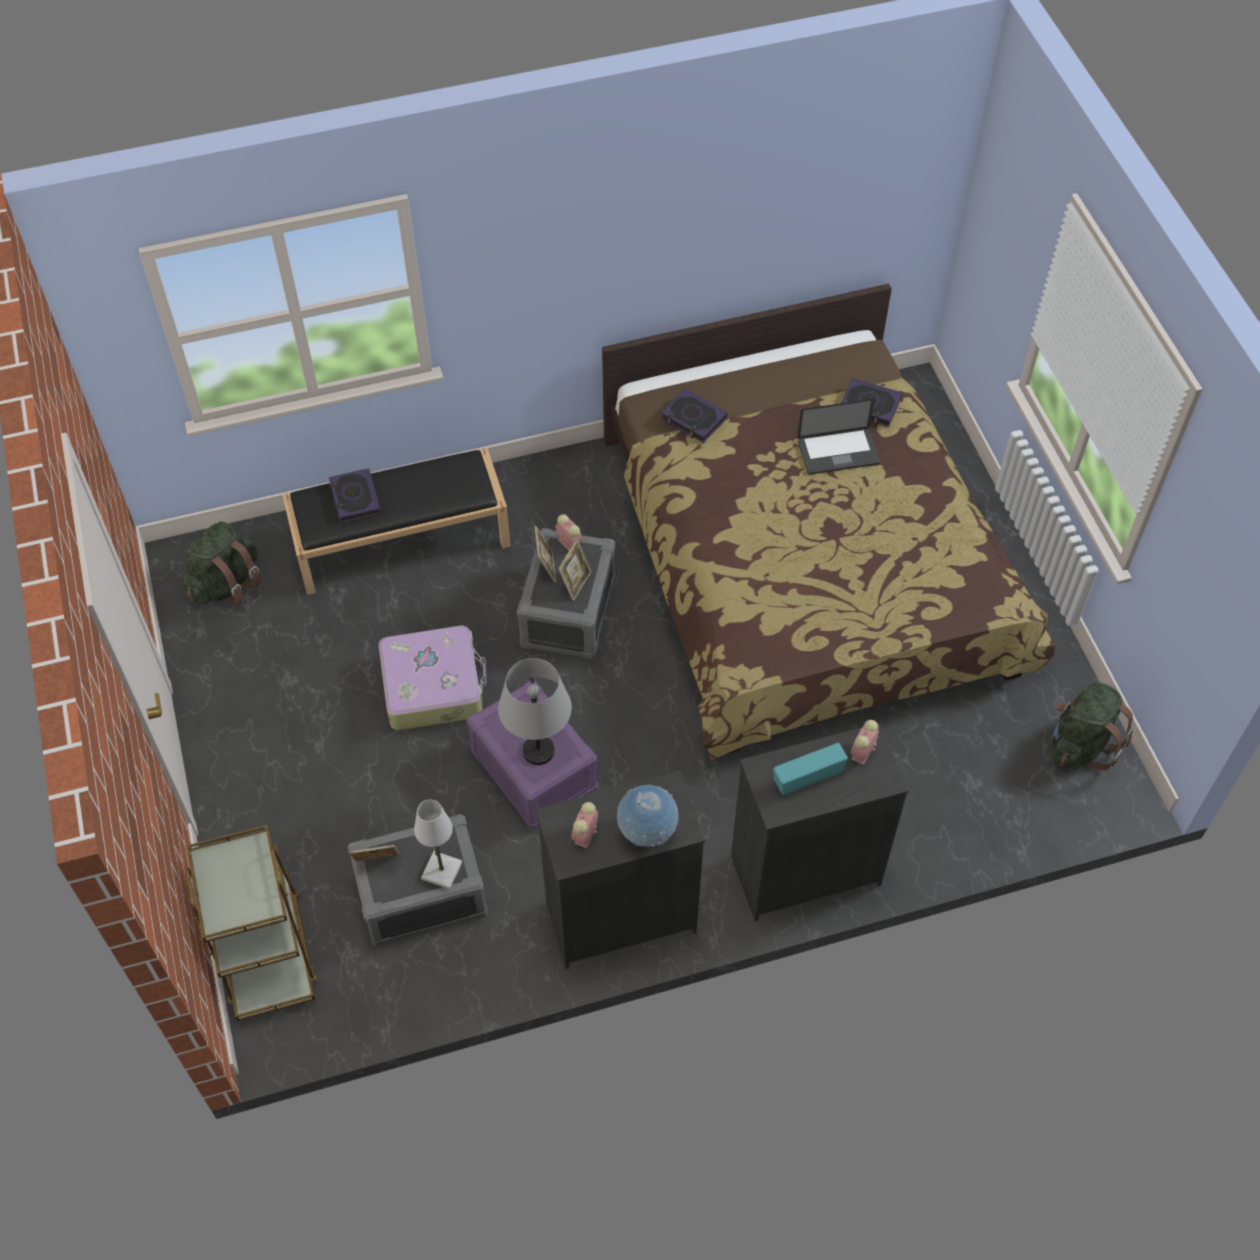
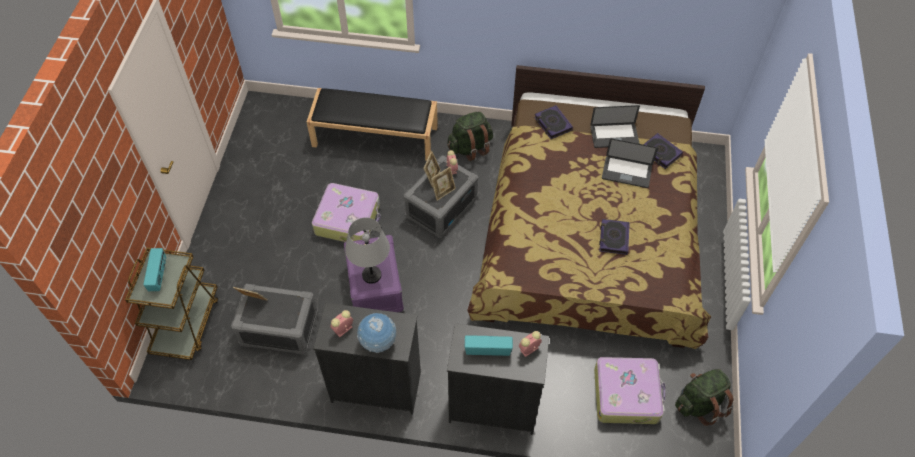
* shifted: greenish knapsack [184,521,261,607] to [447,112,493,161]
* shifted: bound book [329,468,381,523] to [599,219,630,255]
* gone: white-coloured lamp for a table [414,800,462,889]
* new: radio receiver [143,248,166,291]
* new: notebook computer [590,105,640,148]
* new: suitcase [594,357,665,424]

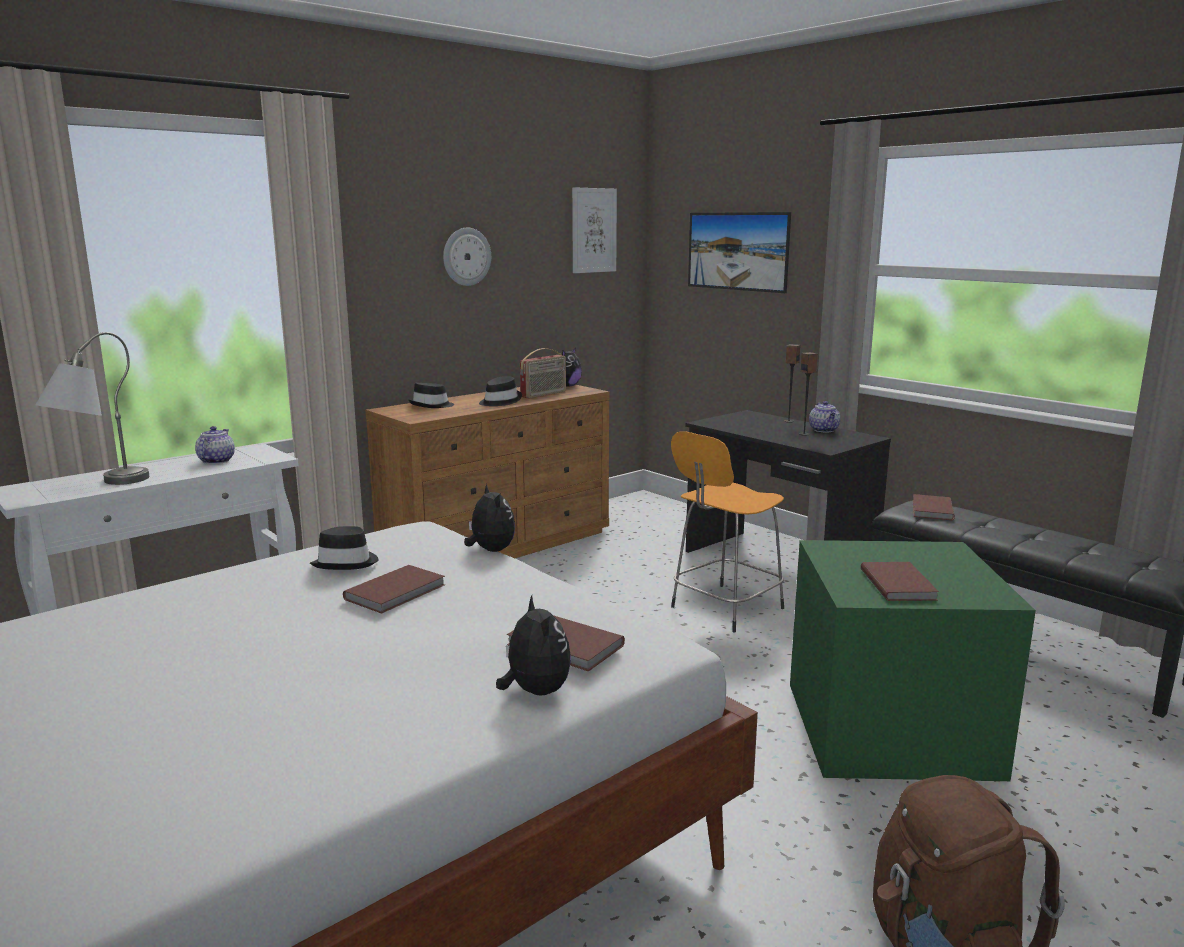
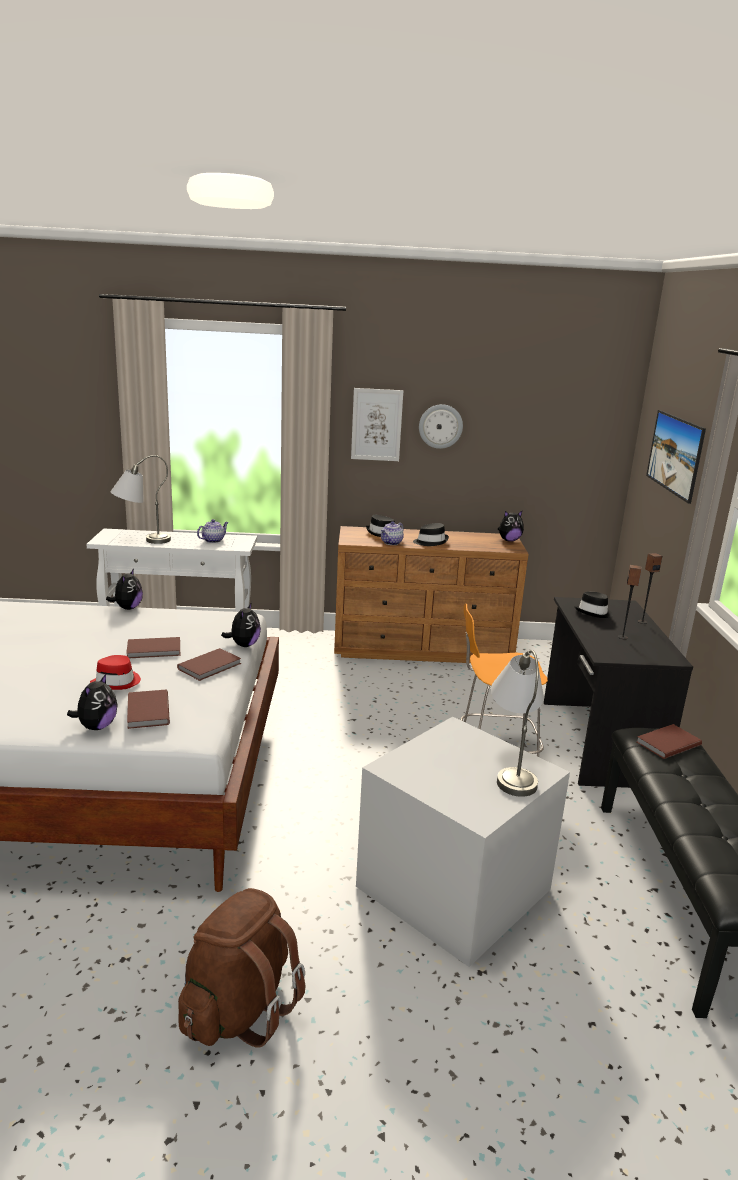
* shifted: black-coloured hat [310,526,379,570] to [575,592,613,618]
* gone: radio receiver [520,348,566,398]
* shifted: wall art [572,187,617,273] to [351,388,403,461]
* repainted: greenish storage bin [790,540,1036,781] to gray storage bin [356,717,570,967]
* shifted: pot for tea [809,401,841,433] to [381,521,404,545]
* shifted: brown bound book [861,562,939,601] to [177,648,241,681]
* new: reddish hat [90,655,141,690]
* new: plush toy [106,568,143,610]
* new: gray lamp for a table [491,650,544,797]

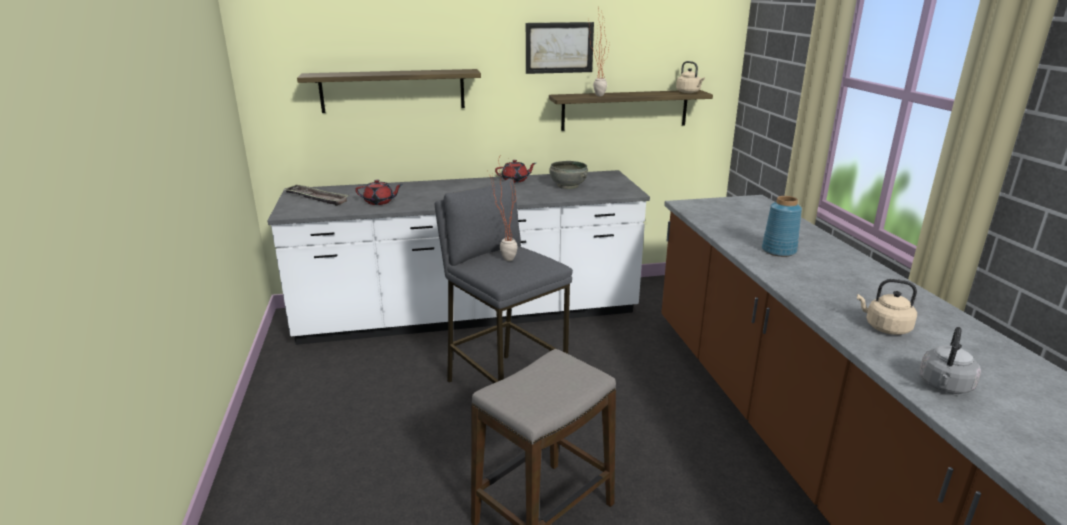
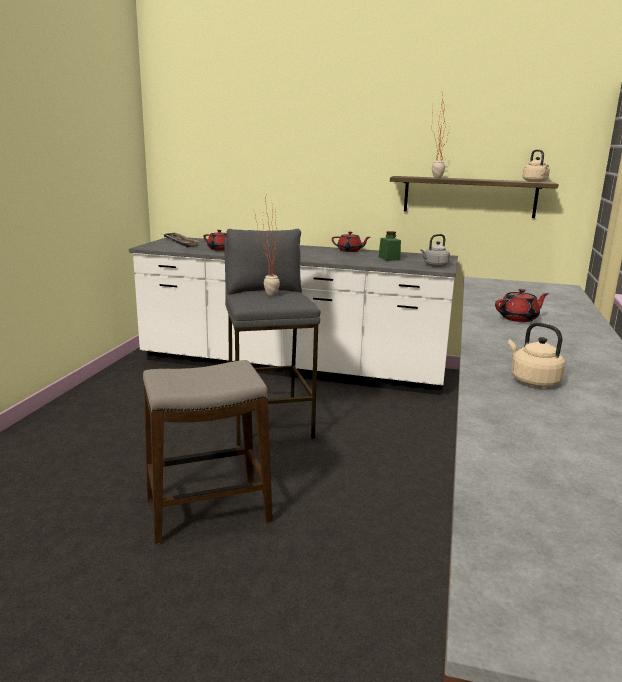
* gone: bracket shelf [297,69,481,113]
* gone: wall art [526,22,594,74]
* swapped: gray serving bowl [549,161,588,189] to greenish jar [379,231,401,261]
* swapped: blue-coloured decorative vase [762,196,802,257] to reddish pot for tea [495,289,548,322]
* shifted: gray tea kettle [919,327,981,394] to [420,234,450,267]

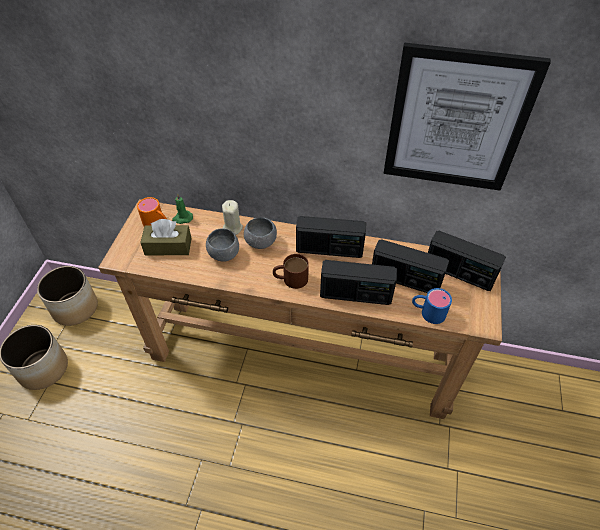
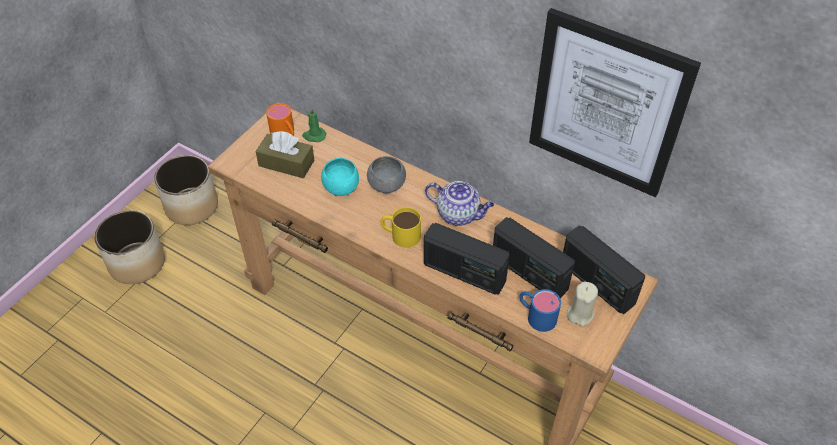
* repainted: gray serving bowl [206,228,239,262] to turquoise serving bowl [321,158,359,196]
* shifted: beige candle [222,200,243,235] to [567,281,598,326]
* repainted: brown tea mug [273,254,309,289] to yellow tea mug [380,207,421,248]
* swapped: radio receiver [296,216,366,258] to pot for tea [425,181,494,226]

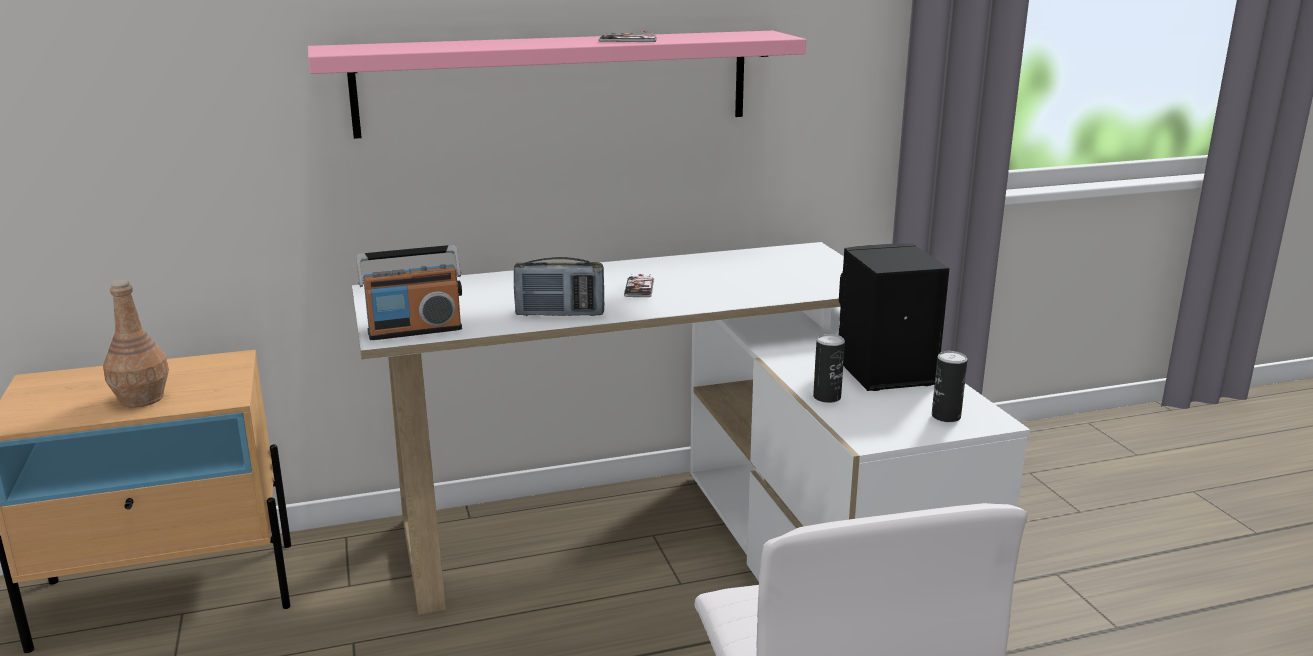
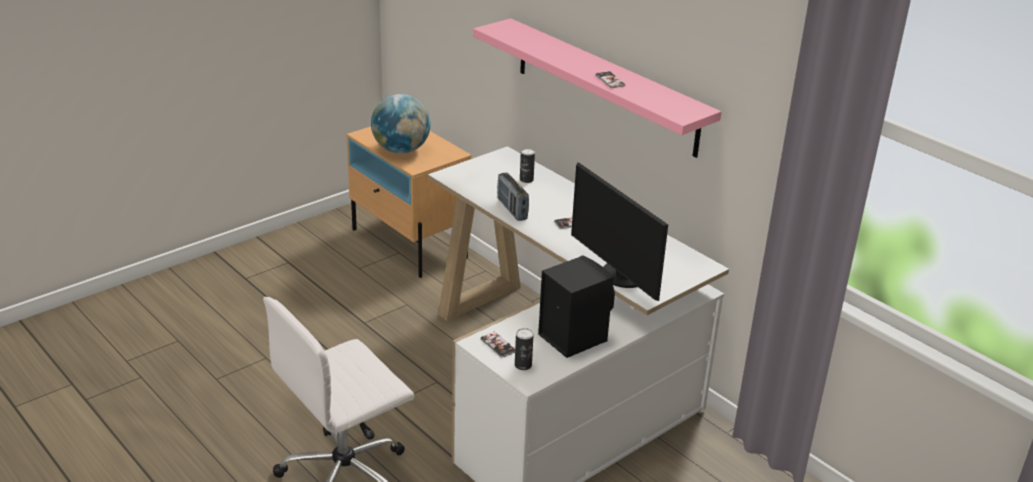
* swapped: brown bottle [103,280,169,407] to world globe [371,94,431,154]
* gone: radio receiver [356,245,462,340]
* shifted: sealed can [813,334,845,403] to [520,148,535,183]
* new: phone [480,331,515,358]
* new: monitor [571,162,668,301]

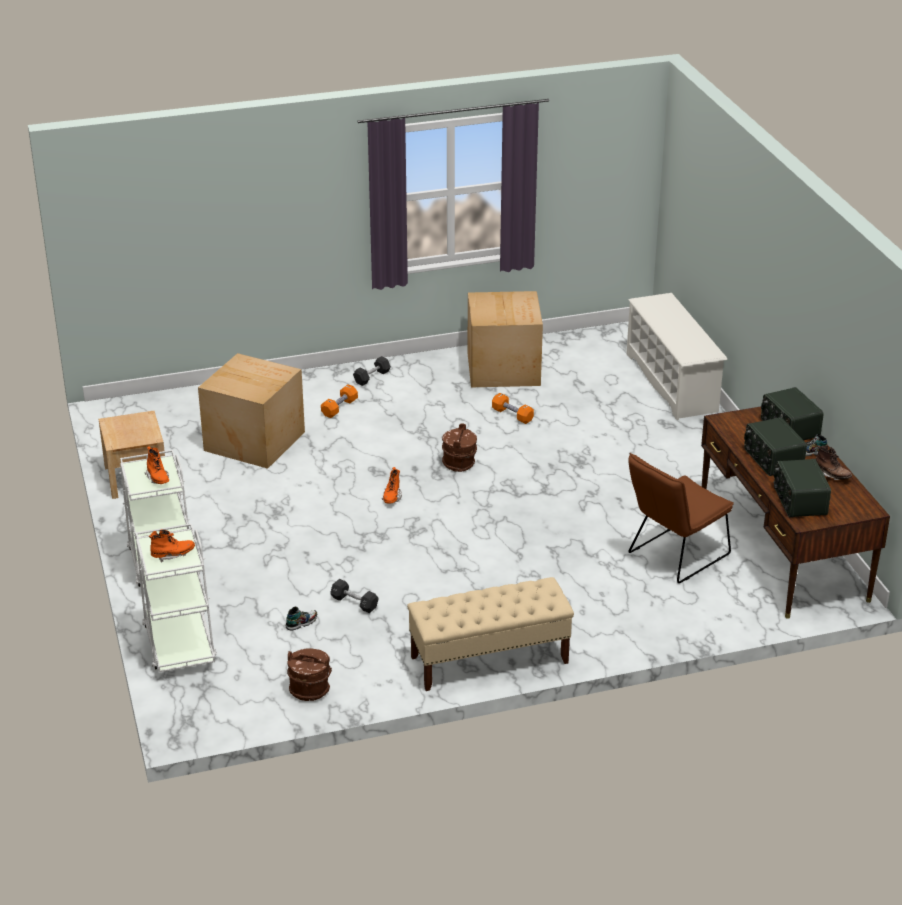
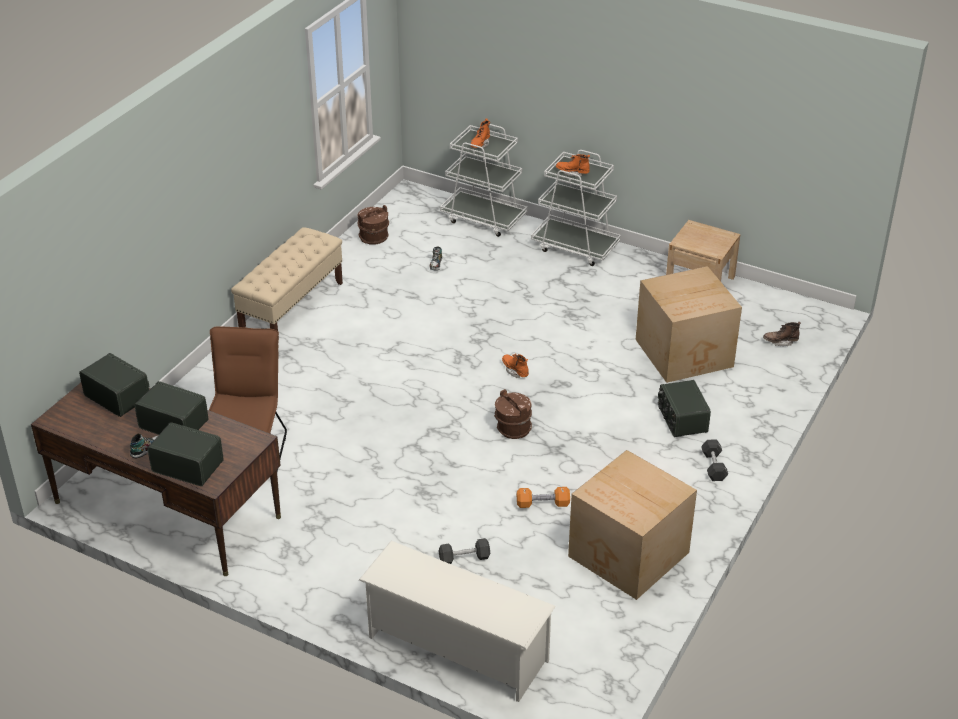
* swapped: orangey hand weight [321,384,358,418] to radio receiver [658,380,711,437]
* shifted: black-coloured hand weight [330,579,378,613] to [439,538,490,564]
* shifted: brown high-top boot [816,445,852,480] to [763,322,801,346]

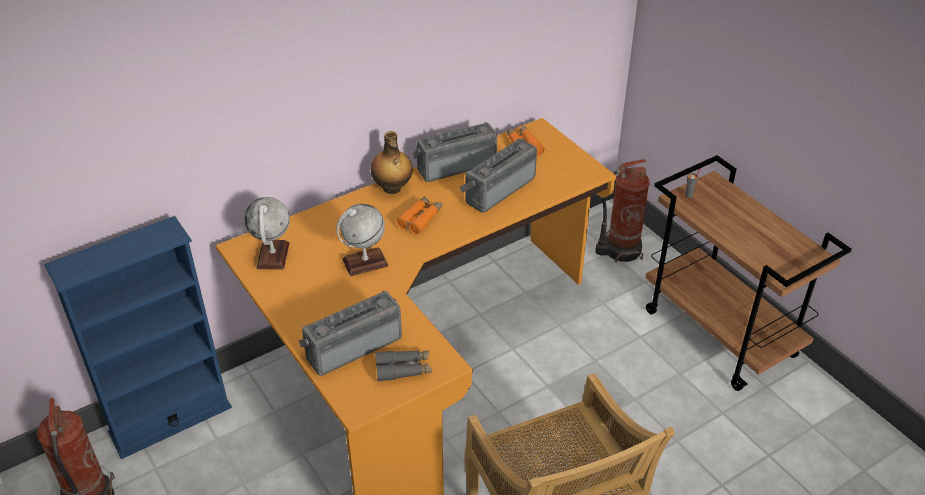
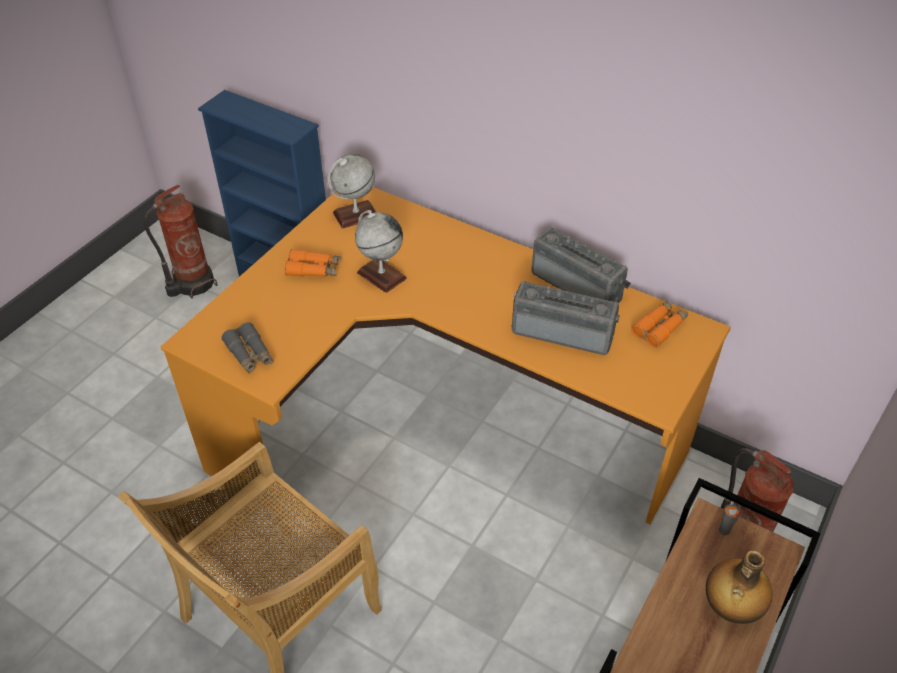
* gone: radio receiver [299,291,402,376]
* shifted: bottle [371,131,413,194] to [706,550,772,624]
* shifted: orangey field glasses [396,196,442,235] to [285,249,341,277]

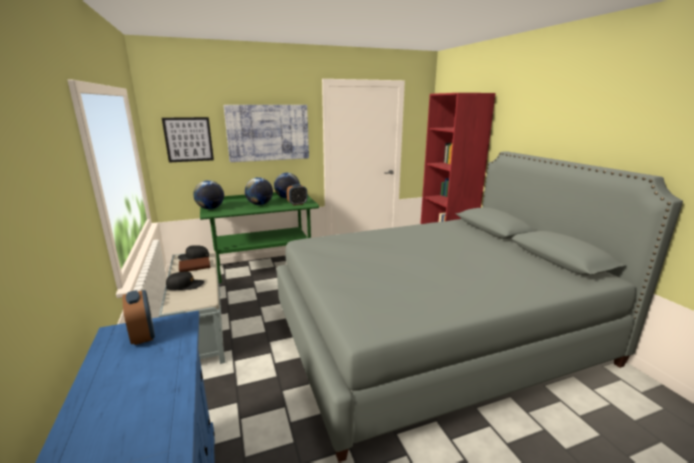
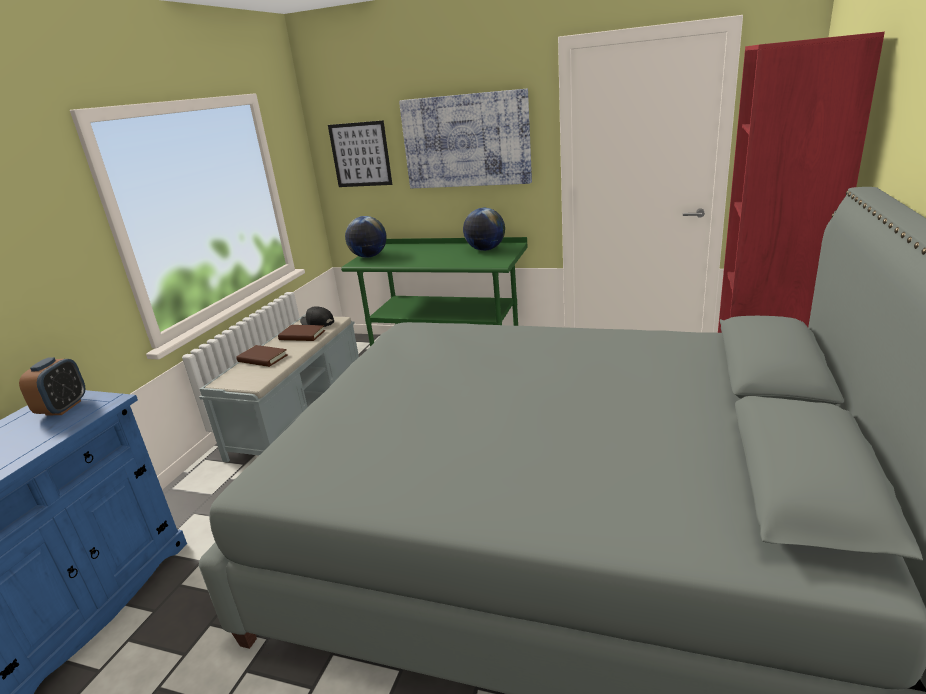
* swapped: black-coloured baseball cap [166,271,204,290] to brown bound book [237,345,288,367]
* gone: world globe [245,177,273,205]
* gone: alarm clock [287,184,308,205]

